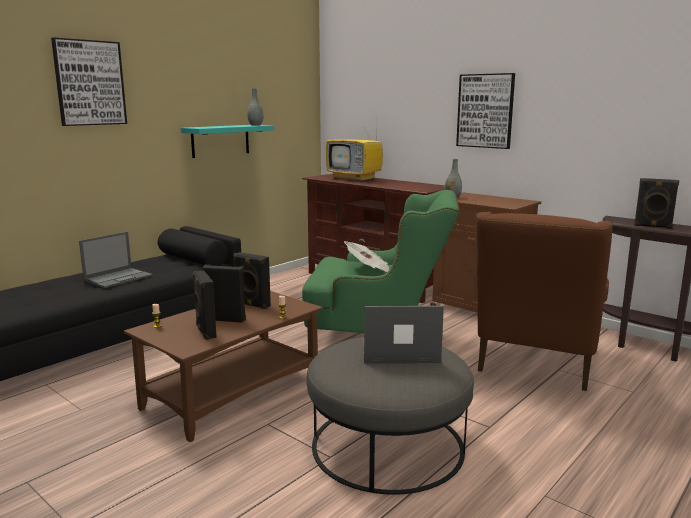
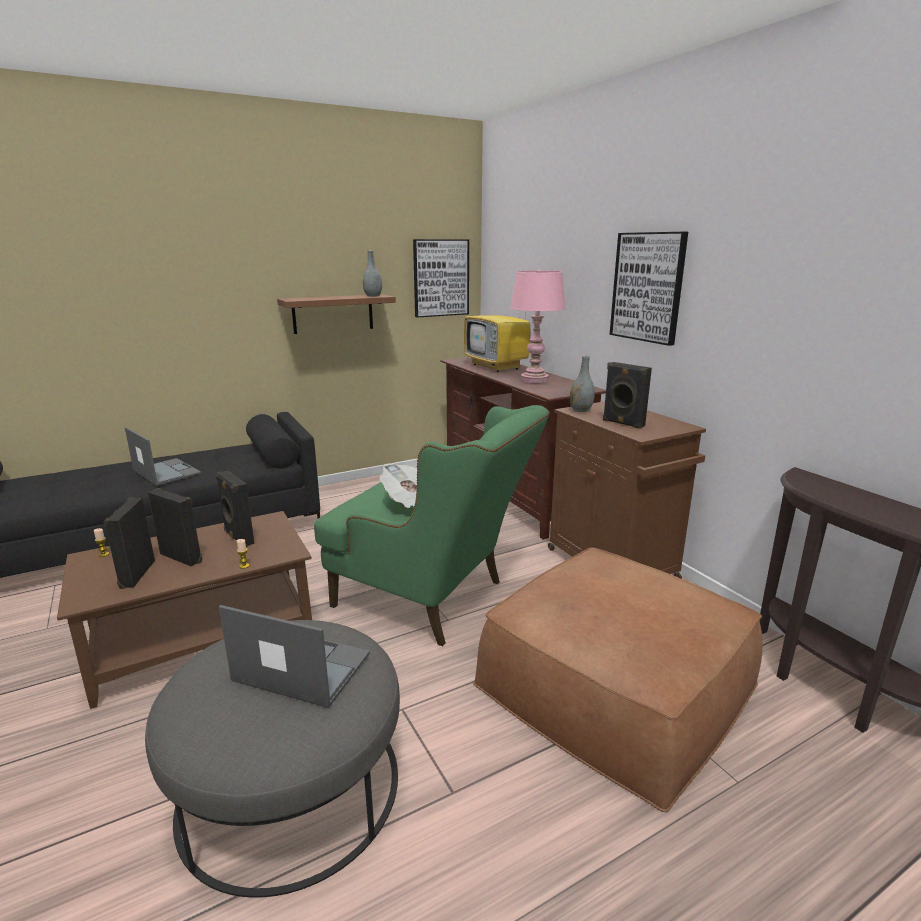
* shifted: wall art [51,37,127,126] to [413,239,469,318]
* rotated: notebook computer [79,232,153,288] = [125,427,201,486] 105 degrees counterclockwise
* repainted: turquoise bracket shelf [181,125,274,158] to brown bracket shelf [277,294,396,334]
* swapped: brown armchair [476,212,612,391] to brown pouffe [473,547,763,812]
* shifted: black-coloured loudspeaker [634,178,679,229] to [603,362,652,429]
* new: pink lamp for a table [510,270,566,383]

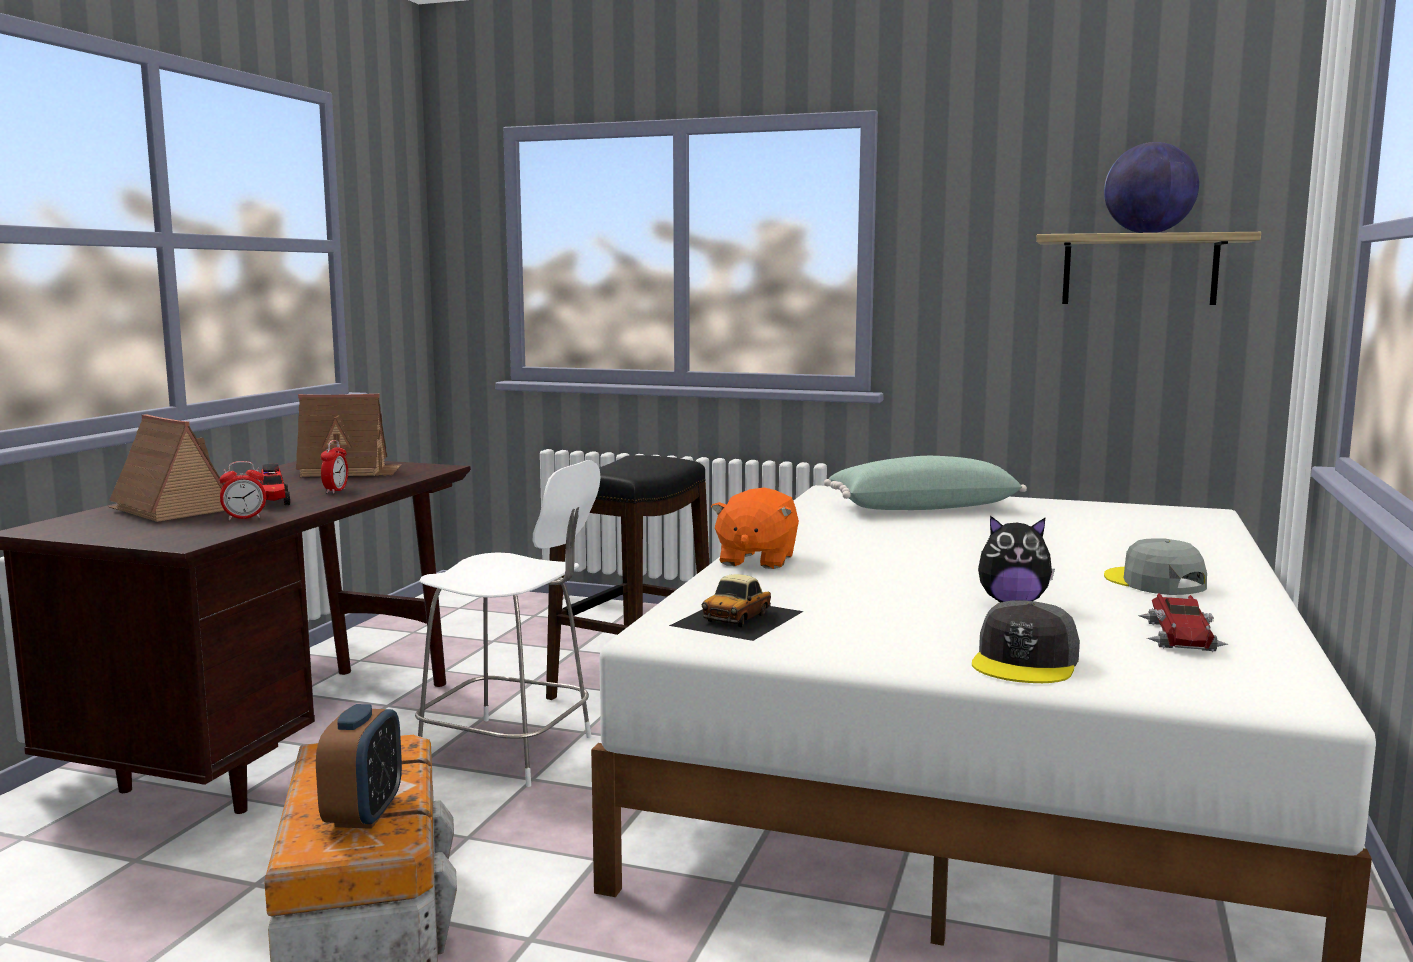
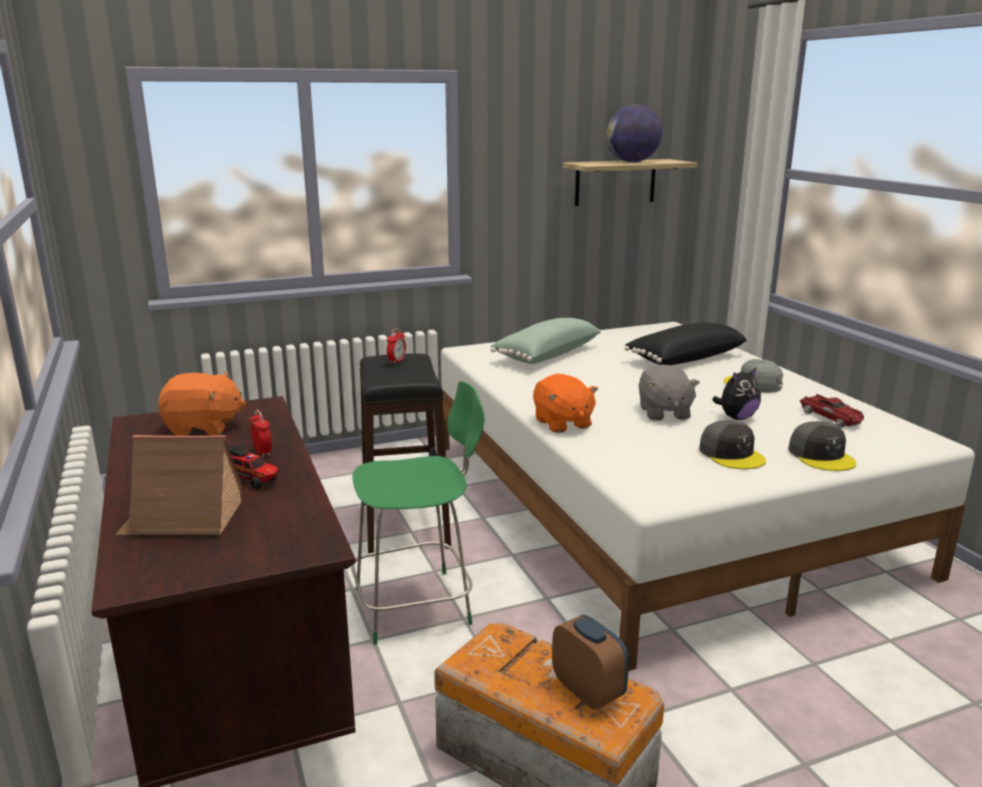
* shifted: alarm clock [219,461,266,520] to [387,328,406,364]
* swapped: miniature house [296,394,401,477] to orangey plush toy [158,372,246,436]
* repainted: white-coloured upright chair [415,460,601,787] to greenish upright chair [351,381,484,645]
* gone: miniature car [669,574,804,641]
* new: black-coloured throw pillow [624,323,748,365]
* new: gray plush toy [639,364,700,421]
* new: gray baseball cap [699,420,766,469]

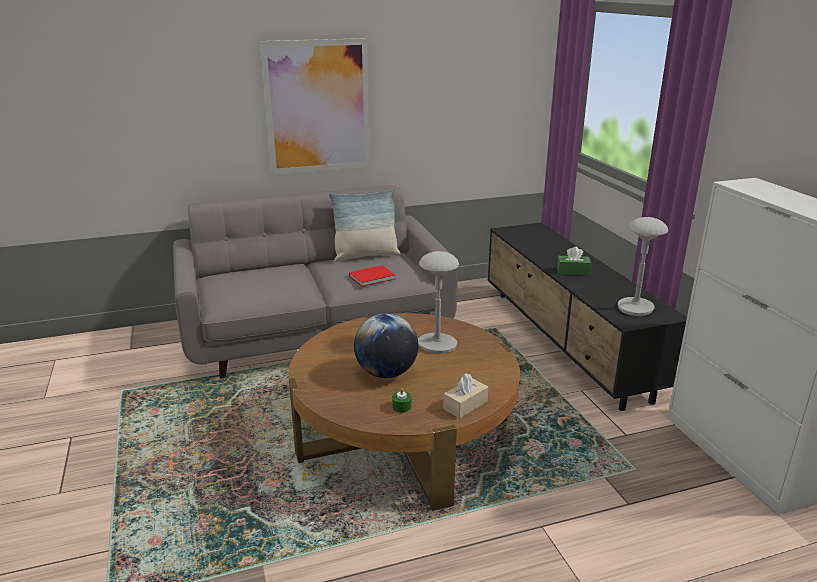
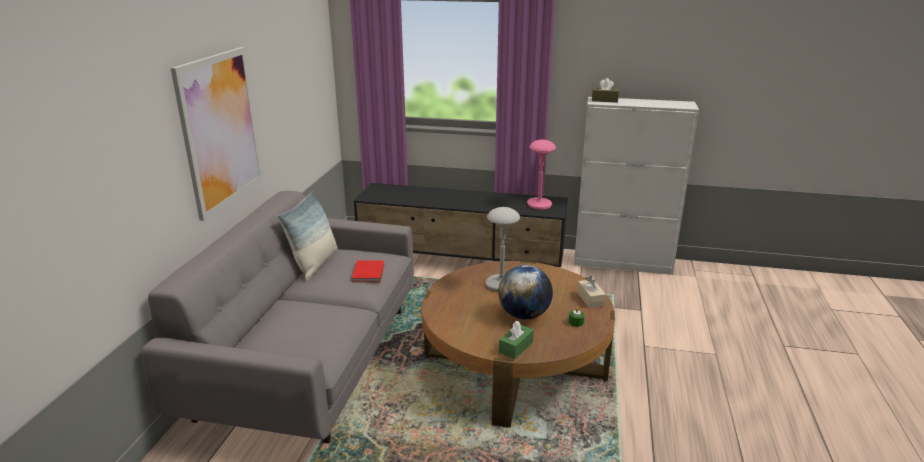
* shifted: greenish tissue holder [557,246,591,275] to [499,321,534,359]
* repainted: gray lamp for a table [618,217,668,316] to pink lamp for a table [527,140,556,210]
* new: brown tissue holder [592,78,619,103]

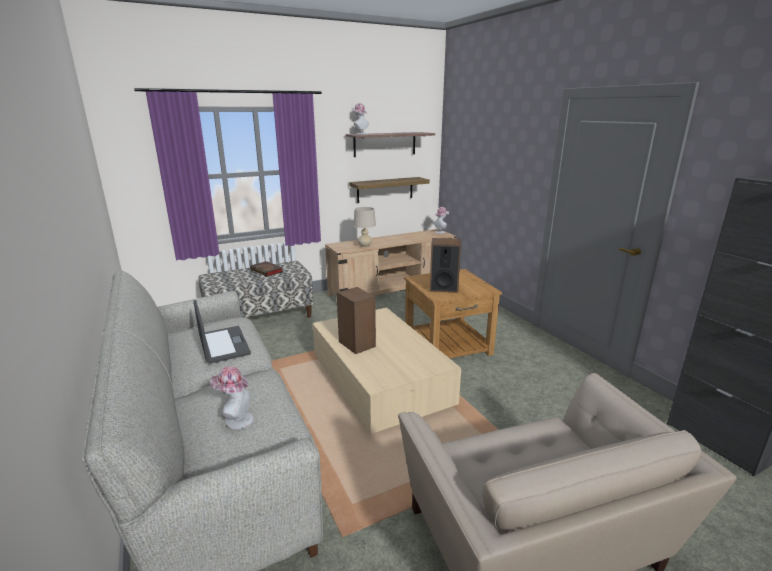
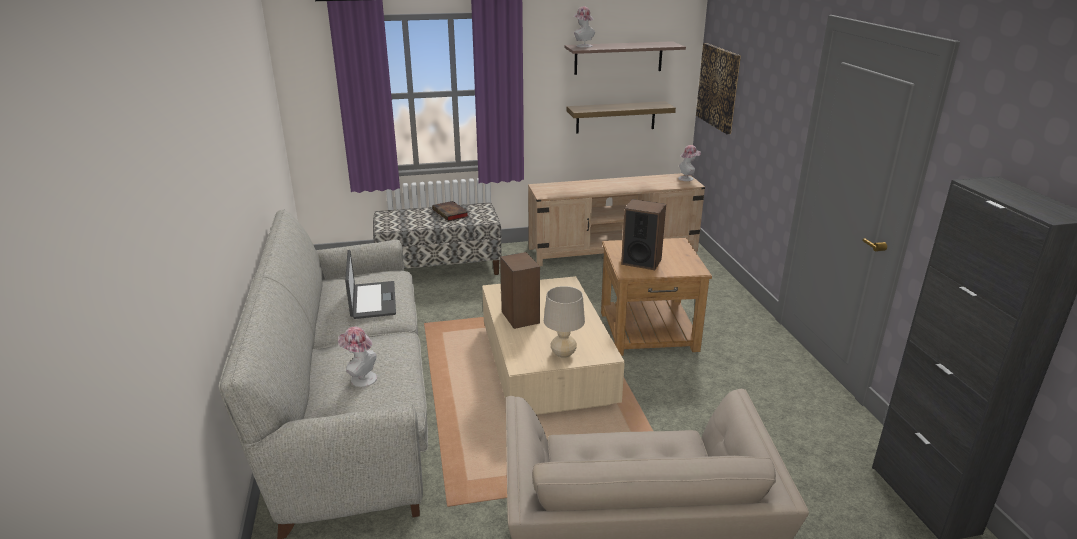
* shifted: beige lamp for a table [353,207,376,247] to [544,286,585,358]
* new: wall art [696,43,741,134]

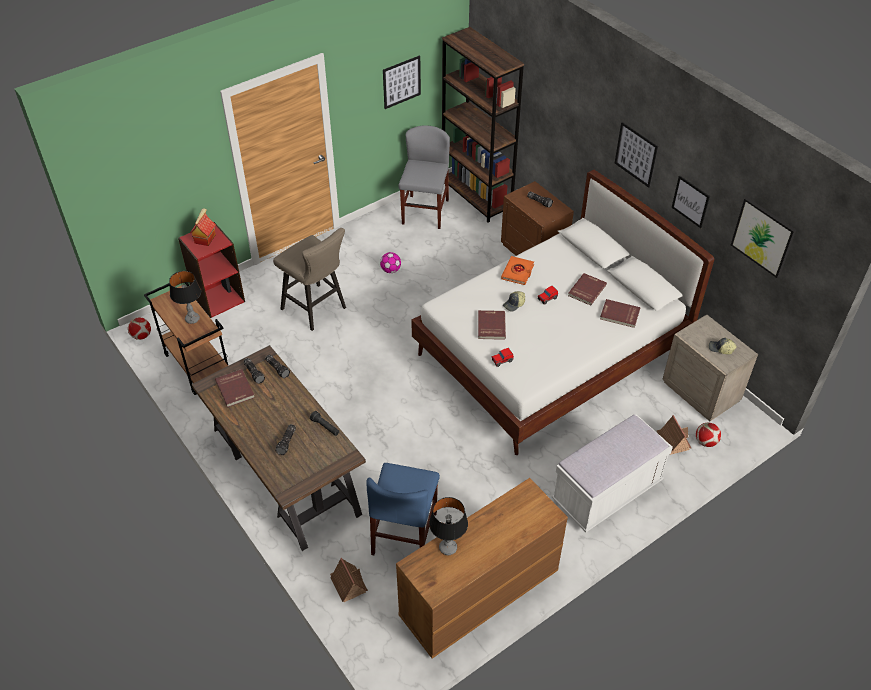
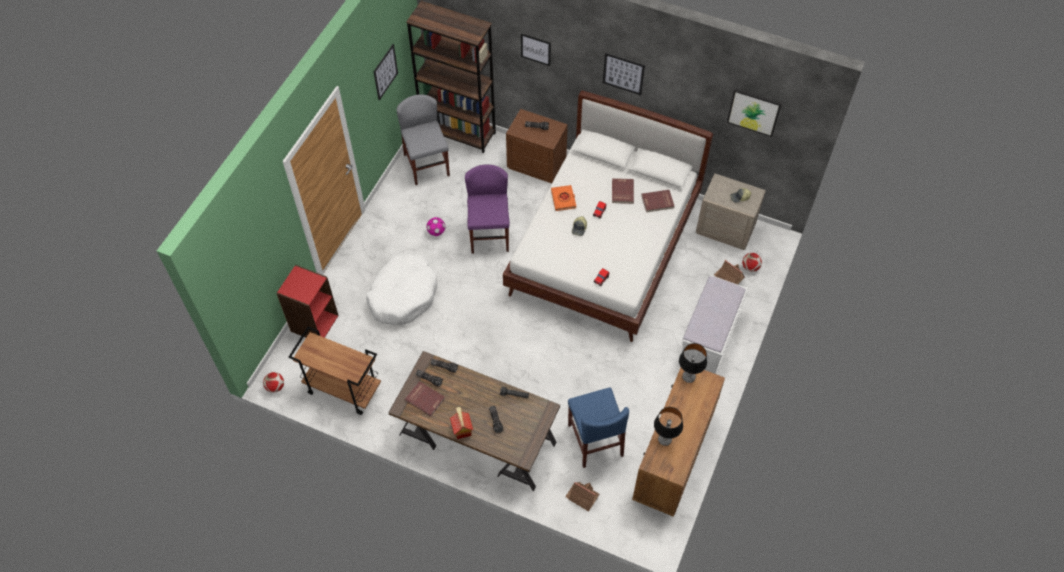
* shifted: lamp for a table [169,271,201,324] to [679,343,707,383]
* shifted: miniature house [190,208,216,246] to [450,407,473,439]
* swapped: beige sitting stool [273,228,346,331] to white-coloured dog cushion [366,253,437,325]
* gone: reddish bound book [478,310,506,340]
* shifted: wall art [672,176,710,228] to [521,33,551,66]
* new: purplish upright chair [465,165,510,253]

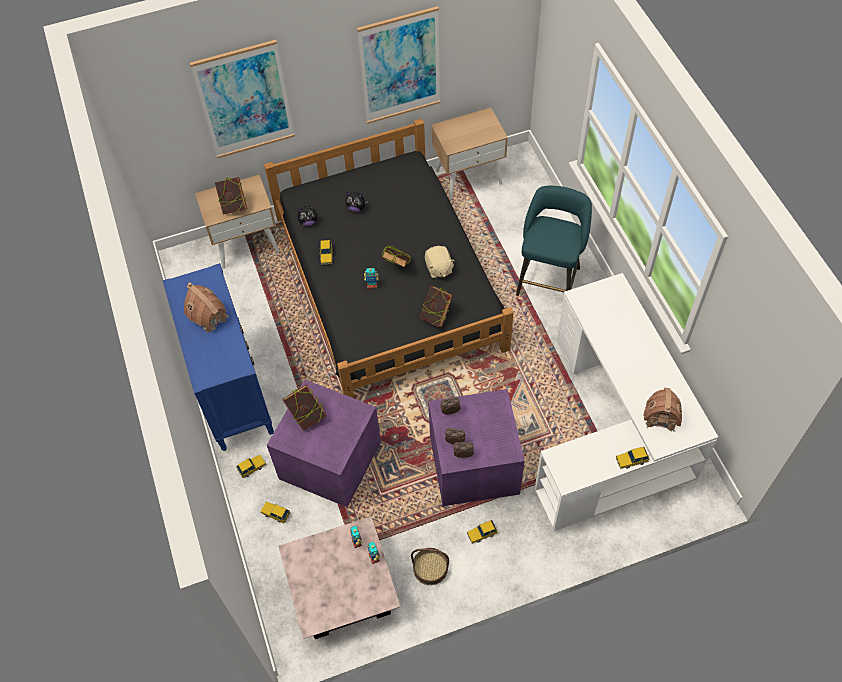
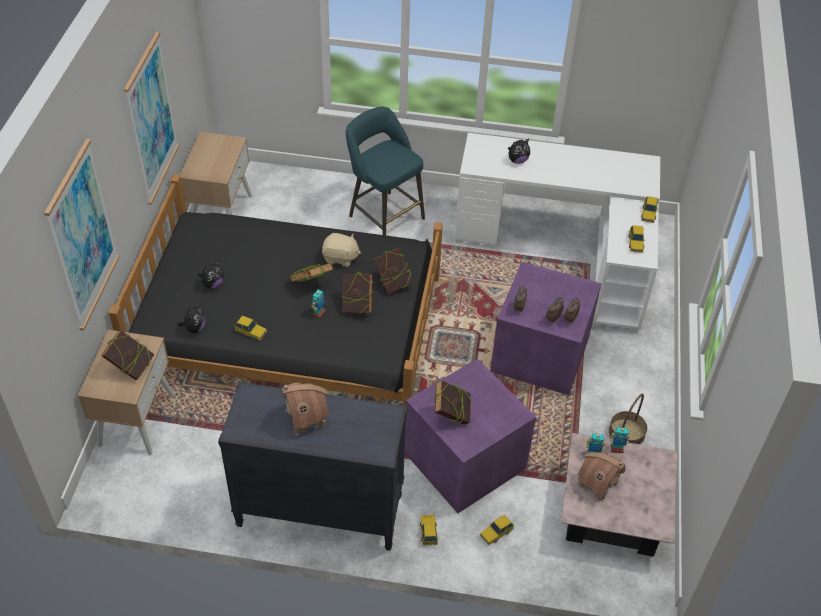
* repainted: blue-coloured drawer chest [163,263,274,451] to black-coloured drawer chest [218,381,408,551]
* shifted: miniature car [467,520,498,544] to [629,225,645,253]
* shifted: miniature house [643,387,682,432] to [576,452,626,502]
* new: bound book [342,272,374,315]
* new: plush toy [508,139,530,164]

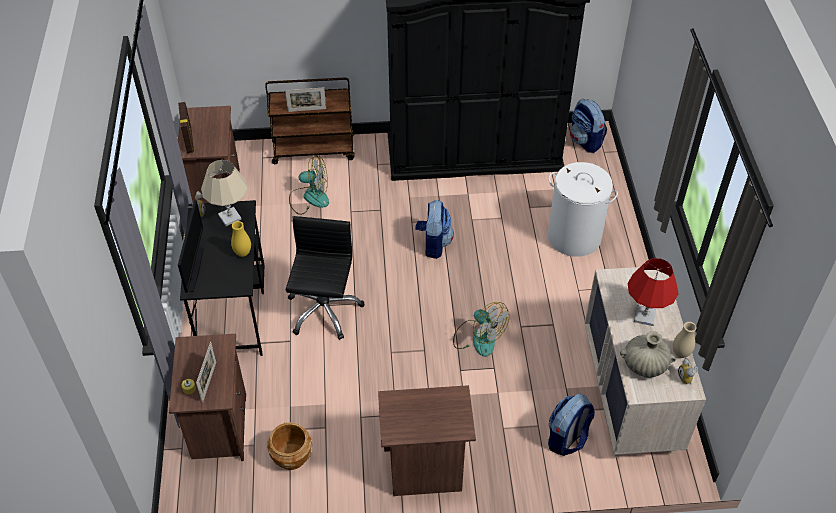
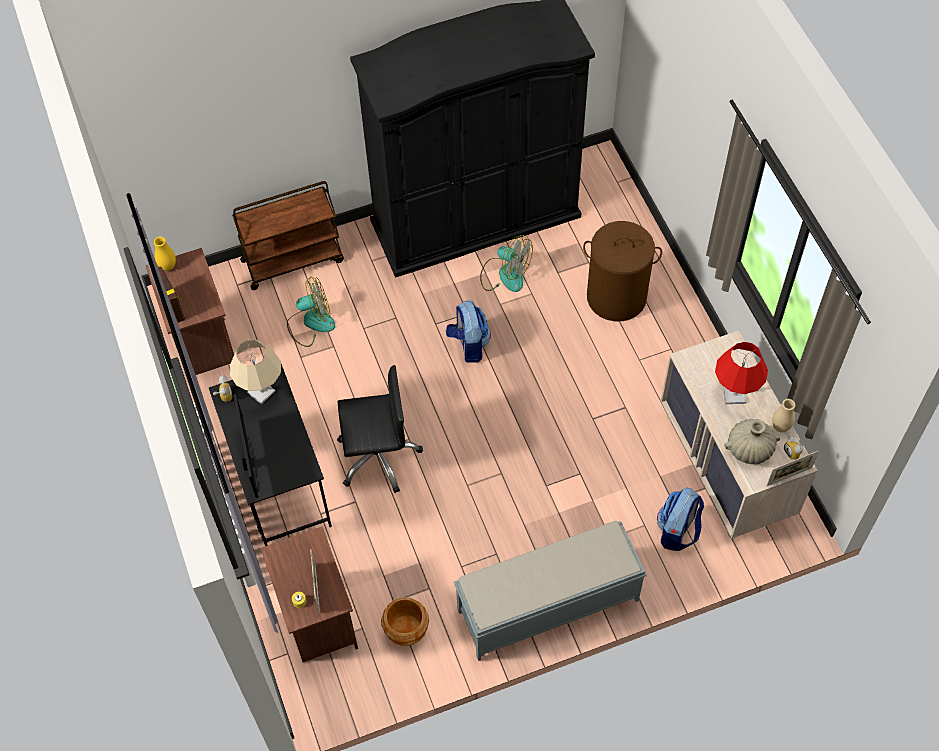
* shifted: yellow decorative vase [231,221,251,257] to [154,236,176,271]
* shifted: picture frame [285,88,326,112] to [767,451,819,486]
* rotated: black-coloured computer chair [286,216,365,340] = [337,365,423,493] 90 degrees clockwise
* swapped: brown night table [378,385,476,496] to gray indoor bench [454,521,647,661]
* shifted: cooling fan [453,302,510,357] to [480,235,533,292]
* repainted: white-coloured hamper [548,162,618,257] to brown hamper [583,221,662,321]
* gone: knapsack [570,98,607,153]

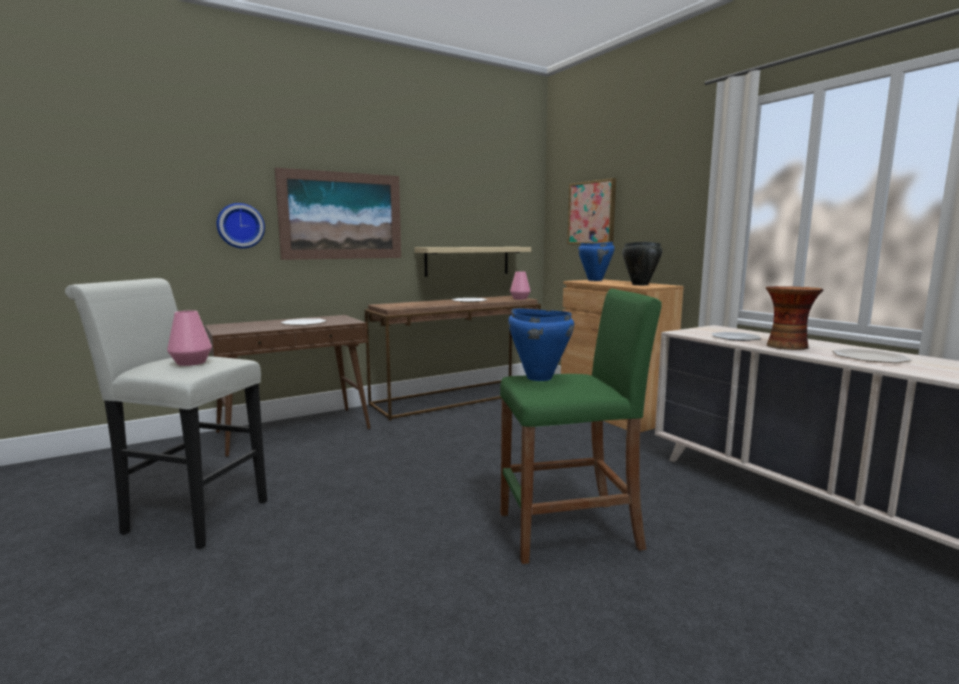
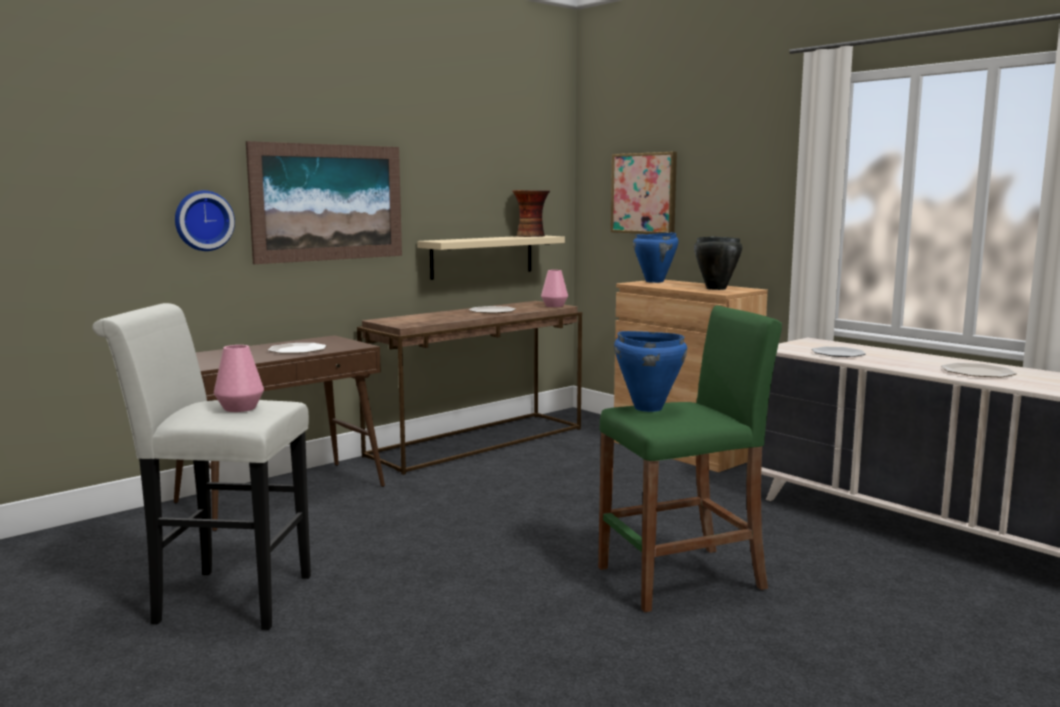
* shifted: decorative vase [766,286,823,350] to [512,190,550,237]

